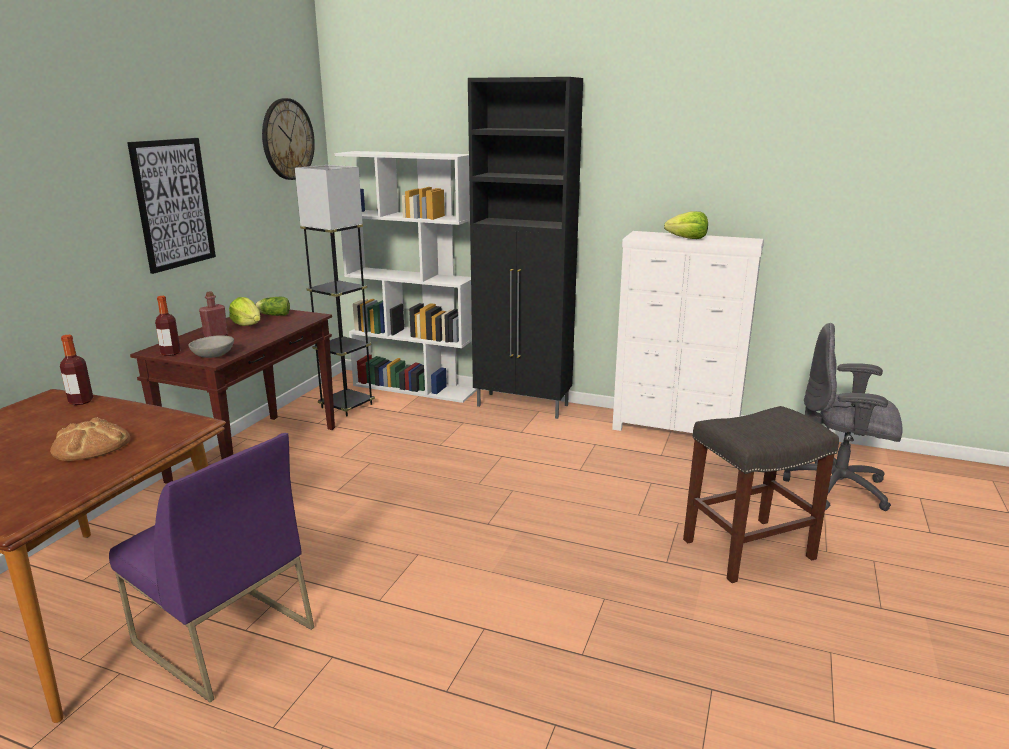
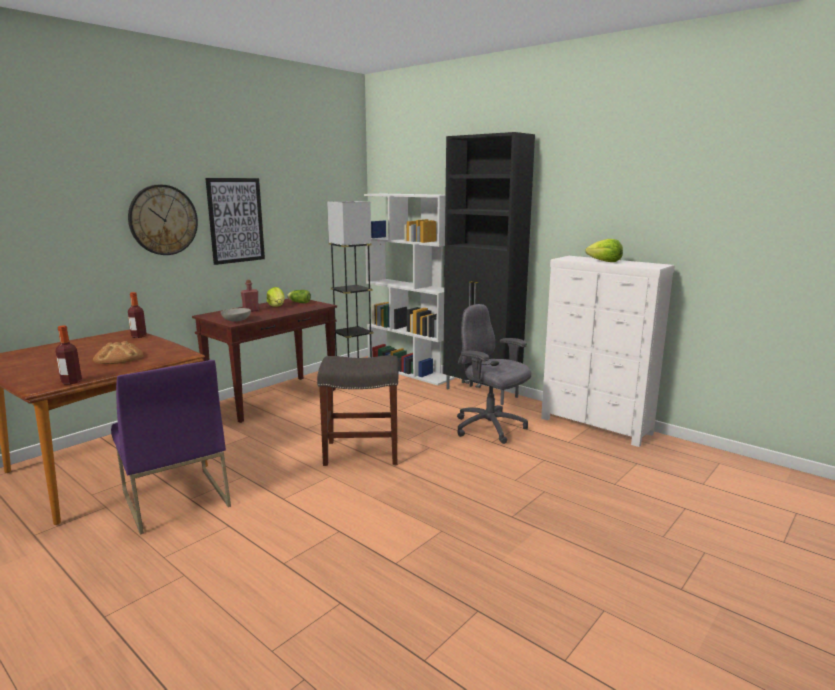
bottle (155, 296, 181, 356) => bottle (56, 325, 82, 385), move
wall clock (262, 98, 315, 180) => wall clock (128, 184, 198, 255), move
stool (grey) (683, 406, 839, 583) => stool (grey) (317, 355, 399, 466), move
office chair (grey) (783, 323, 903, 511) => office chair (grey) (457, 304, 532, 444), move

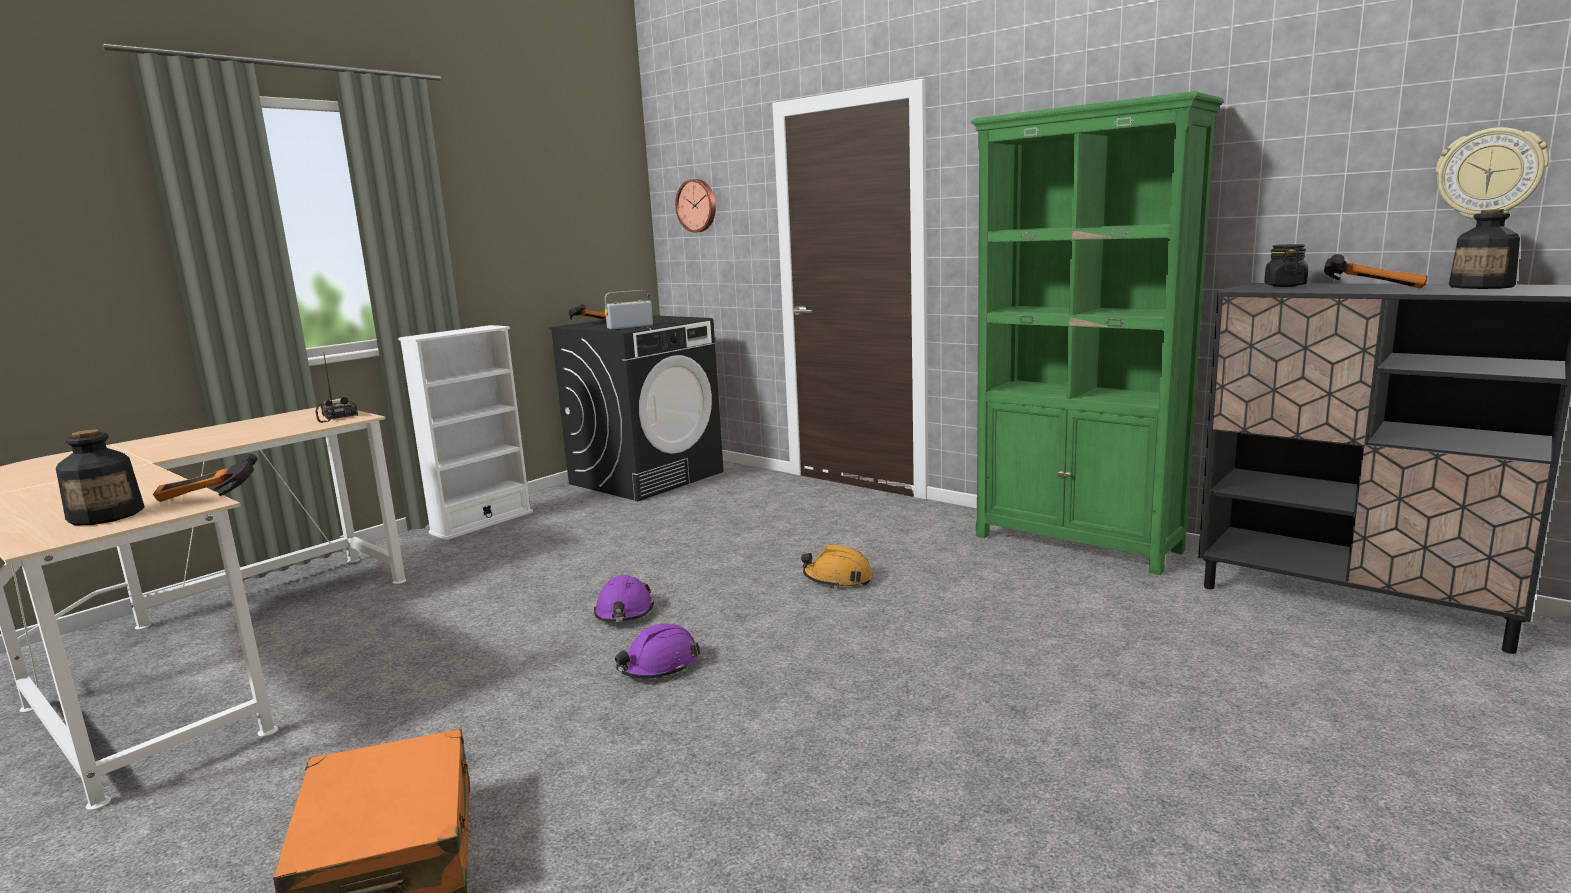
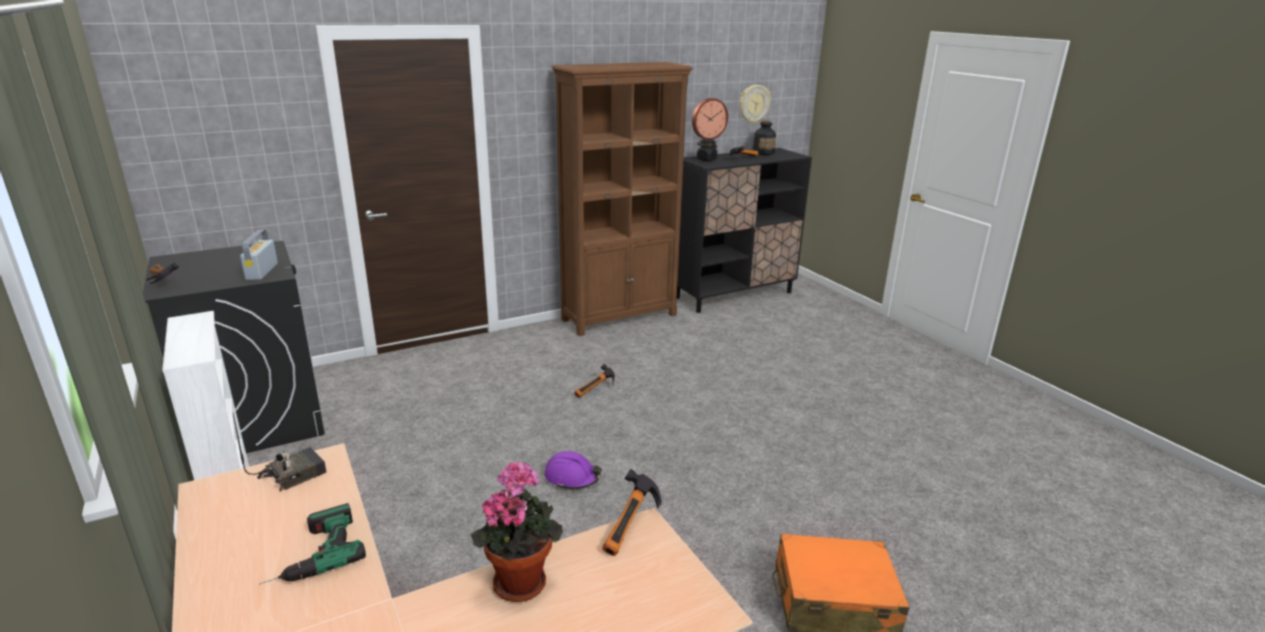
radio (316, 352, 359, 423) => radio (233, 413, 326, 491), 150 degrees clockwise
nothing => power drill (259, 503, 366, 585)
nothing => potted plant (471, 462, 563, 602)
bookcase (green) (971, 91, 1224, 575) => bookcase (brown) (552, 62, 693, 336)
hard hat (orange) (801, 545, 873, 588) => hammer (574, 364, 615, 398)
wall clock (675, 179, 716, 232) => wall clock (692, 98, 728, 139), move
bottle (56, 429, 145, 526) => nothing
hard hat (purple) (615, 624, 700, 678) => nothing

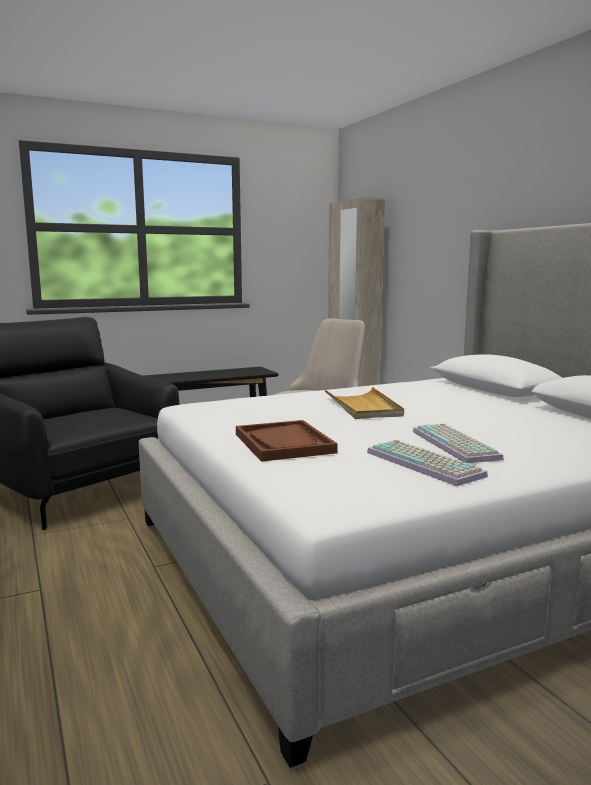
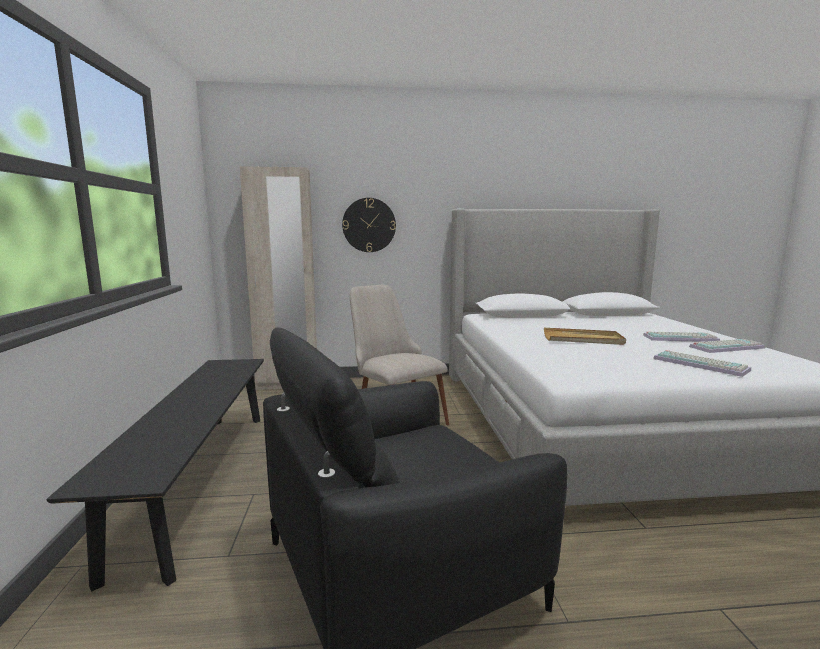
nothing => wall clock (342, 198, 396, 252)
tray (brown) (236, 420, 338, 462) => keyboard (653, 350, 751, 377)

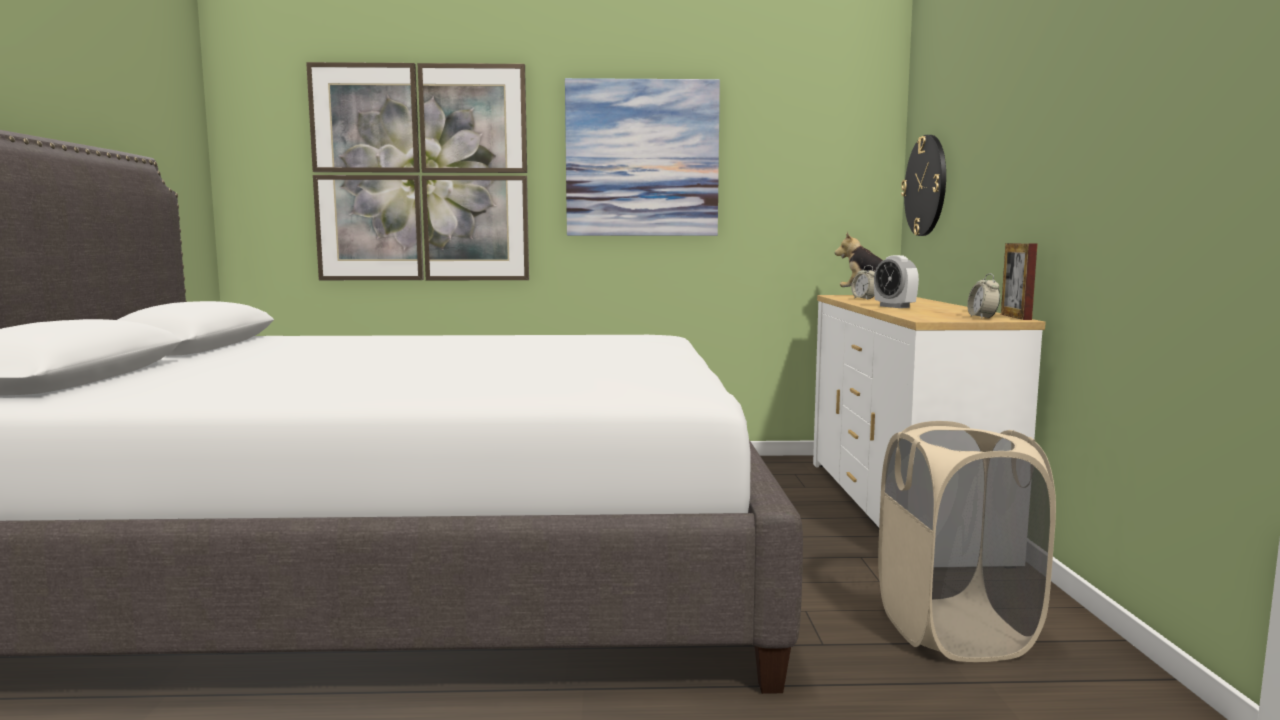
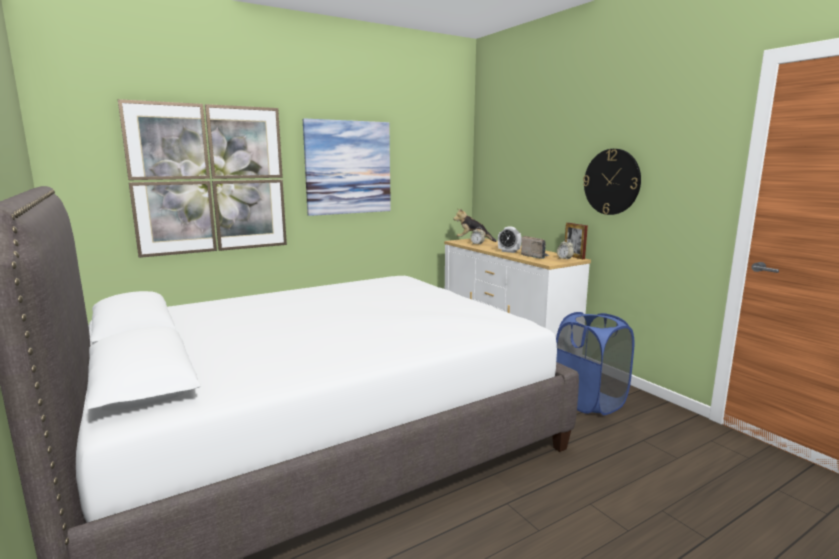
nothing => radio (521, 236, 549, 259)
laundry basket (beige) (878, 421, 1056, 662) => laundry basket (blue) (556, 312, 634, 415)
wall clock (901, 135, 946, 236) => wall clock (583, 149, 641, 215), move

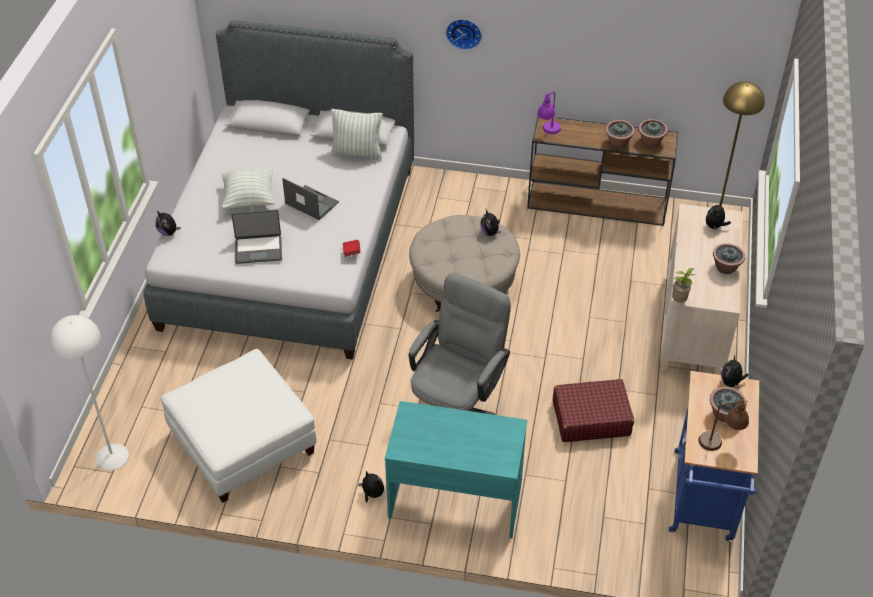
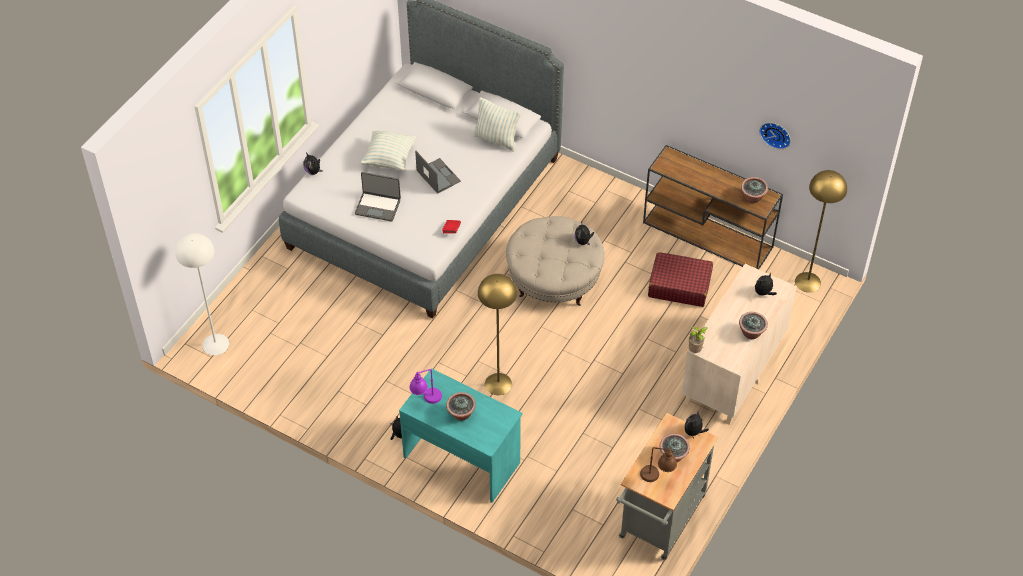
table lamp (purple) (537, 92, 561, 134) => table lamp (purple) (409, 369, 442, 404), move
potted plant (606, 120, 635, 148) => potted plant (446, 392, 476, 421), move
office chair (grey) (409, 273, 511, 415) => floor lamp (yellow) (478, 274, 517, 395)
cart (blue) (669, 371, 759, 542) => cart (grey) (616, 413, 718, 560)
suitcase (red) (553, 379, 634, 442) => suitcase (red) (648, 252, 713, 307), move
wall clock (446, 19, 482, 50) => wall clock (759, 123, 791, 149), move
ottoman (white) (161, 349, 317, 503) => nothing

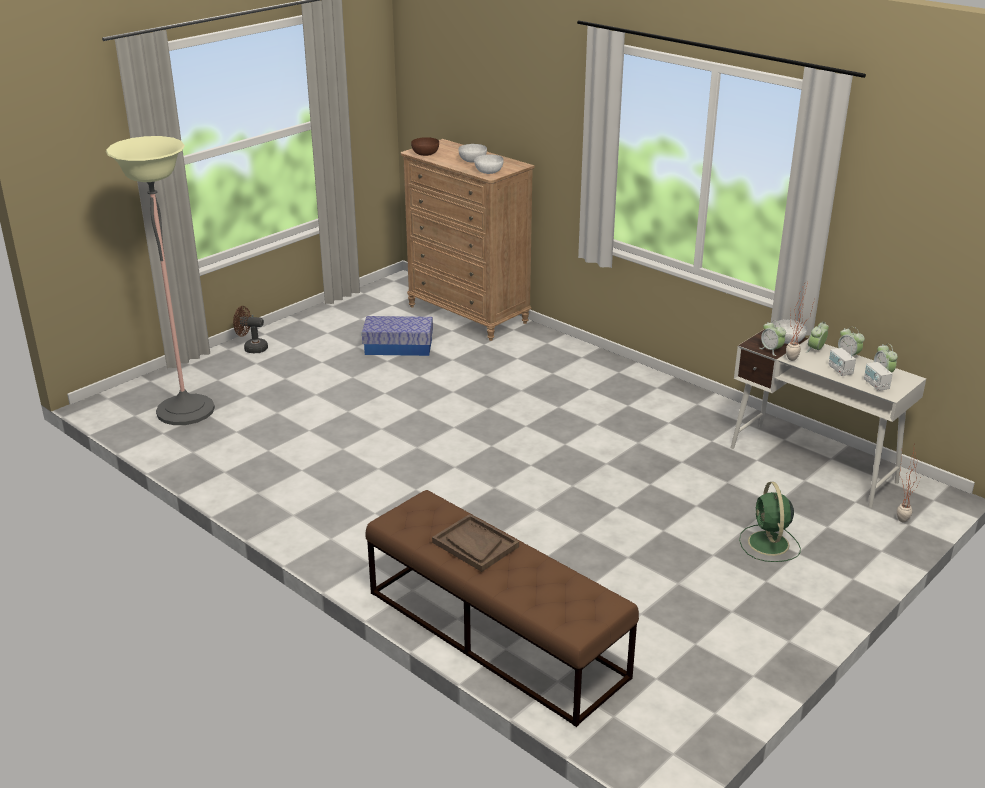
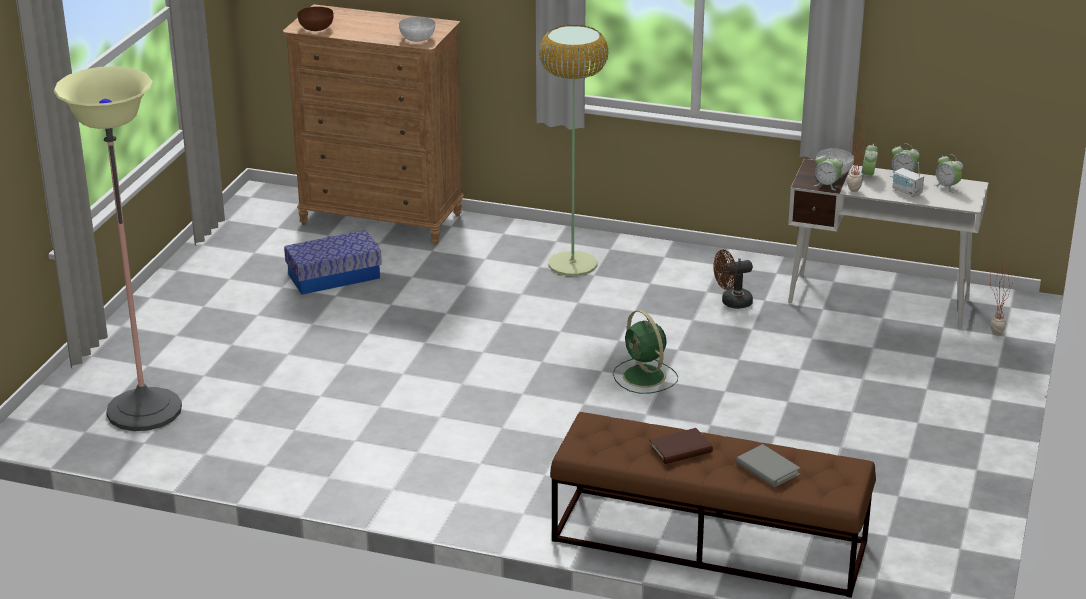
nothing => floor lamp (539, 25, 609, 276)
fan (green) (739, 482, 801, 562) => fan (green) (613, 310, 678, 394), move
tray (brown) (432, 514, 519, 572) => book (brown) (649, 428, 713, 464)
fan (brown) (233, 306, 268, 353) => fan (brown) (713, 250, 753, 309), move
nothing => book (grey) (736, 444, 800, 487)
bowl (white) (458, 144, 487, 163) => nothing
radio (864, 359, 893, 391) => nothing

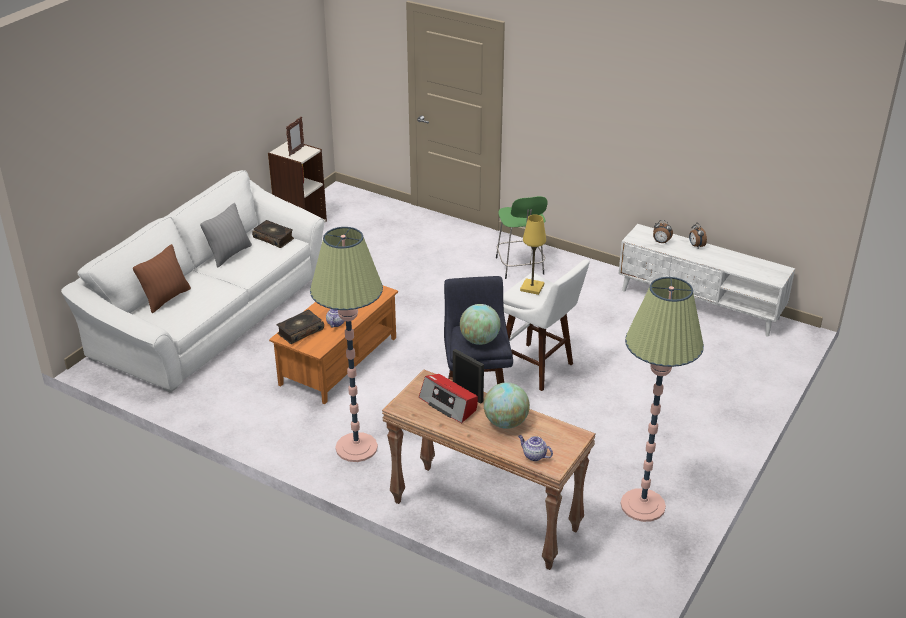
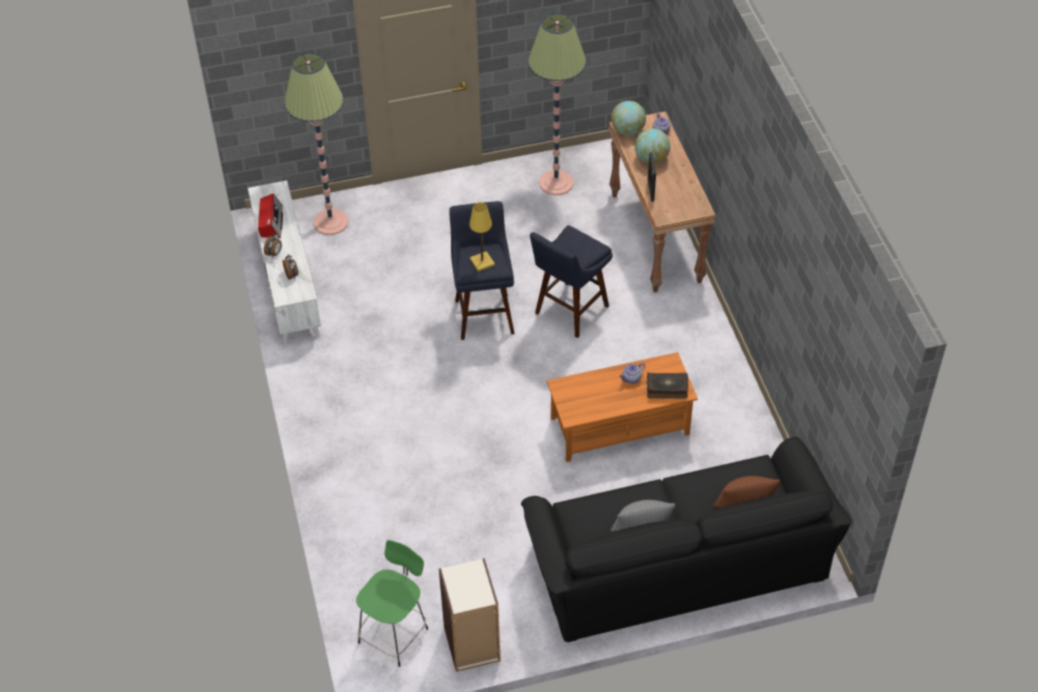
radio (419, 374, 478, 423) => radio (258, 193, 283, 238), move
floor lamp (310, 227, 383, 462) => floor lamp (284, 52, 349, 235), move
stool (green) (496, 196, 548, 279) => stool (green) (356, 540, 428, 667), move
stool (white) (503, 259, 590, 391) => stool (blue) (449, 201, 515, 340)
sofa (white) (61, 170, 324, 393) => sofa (black) (521, 437, 852, 642)
globe (460, 304, 500, 345) => globe (611, 101, 646, 136), move
book (252, 220, 294, 248) => nothing
picture frame (286, 117, 304, 156) => nothing

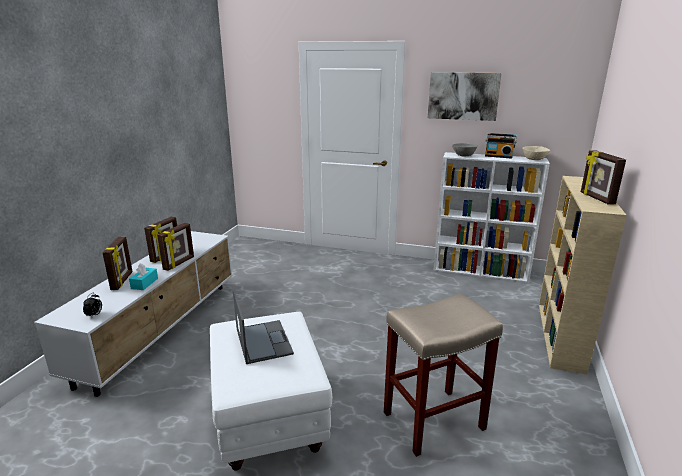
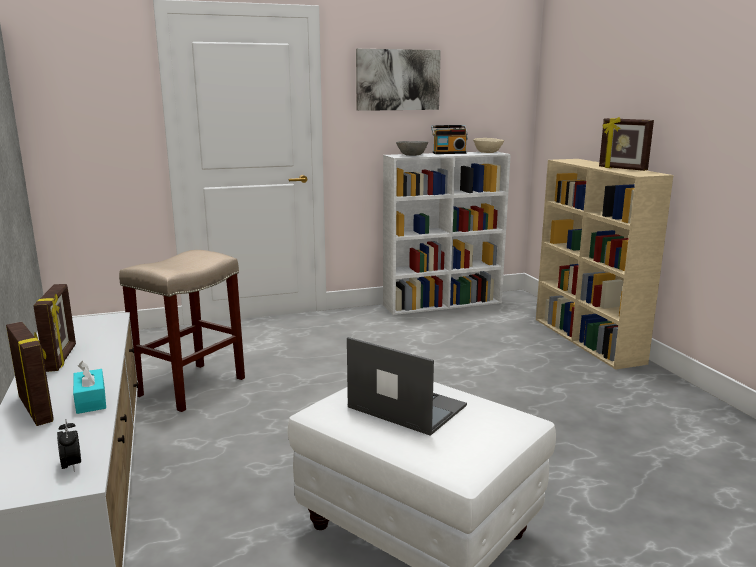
stool (beige) (384, 294, 503, 457) => stool (beige) (119, 250, 245, 412), move
picture frame (157, 223, 194, 271) => nothing

